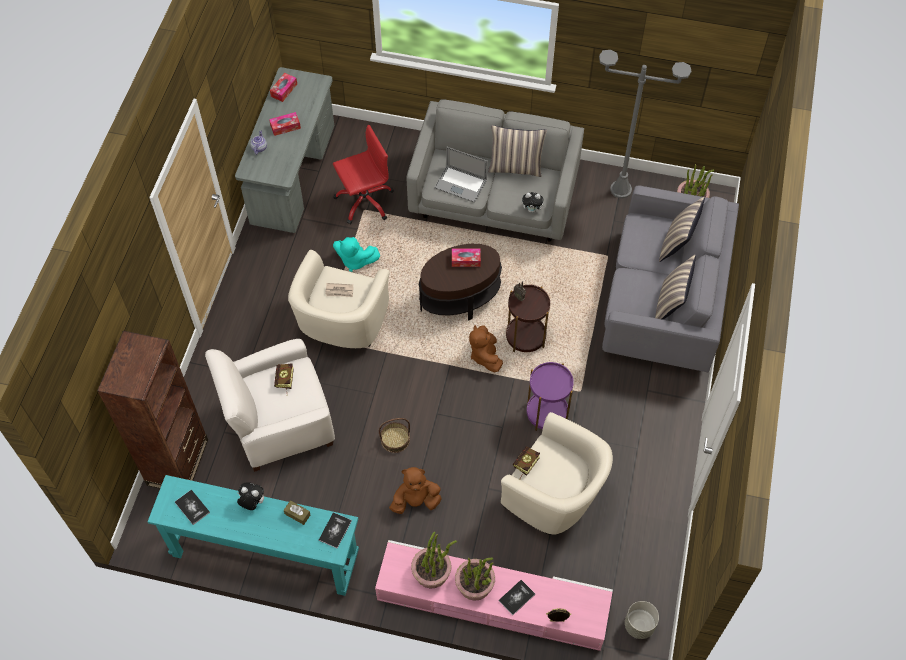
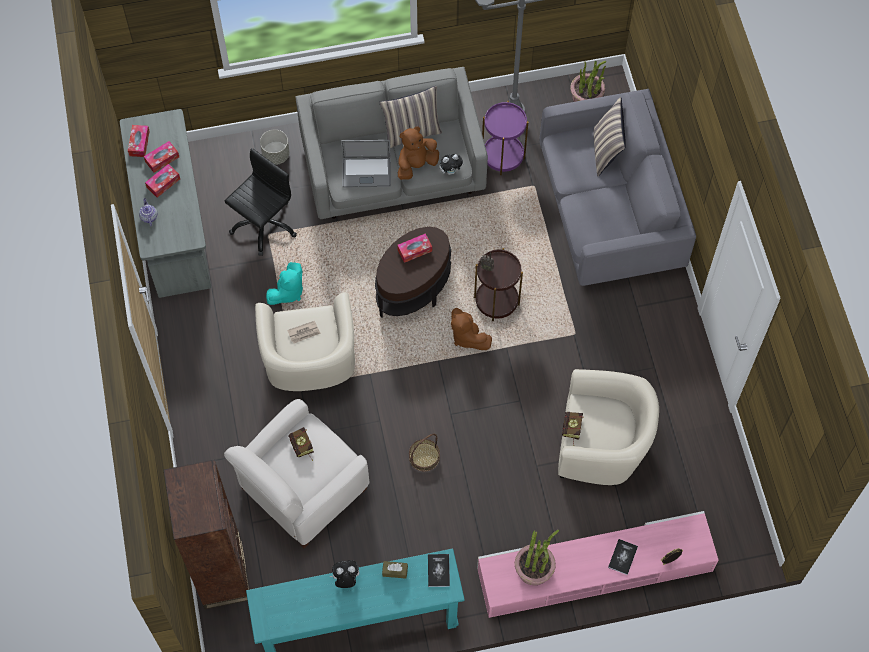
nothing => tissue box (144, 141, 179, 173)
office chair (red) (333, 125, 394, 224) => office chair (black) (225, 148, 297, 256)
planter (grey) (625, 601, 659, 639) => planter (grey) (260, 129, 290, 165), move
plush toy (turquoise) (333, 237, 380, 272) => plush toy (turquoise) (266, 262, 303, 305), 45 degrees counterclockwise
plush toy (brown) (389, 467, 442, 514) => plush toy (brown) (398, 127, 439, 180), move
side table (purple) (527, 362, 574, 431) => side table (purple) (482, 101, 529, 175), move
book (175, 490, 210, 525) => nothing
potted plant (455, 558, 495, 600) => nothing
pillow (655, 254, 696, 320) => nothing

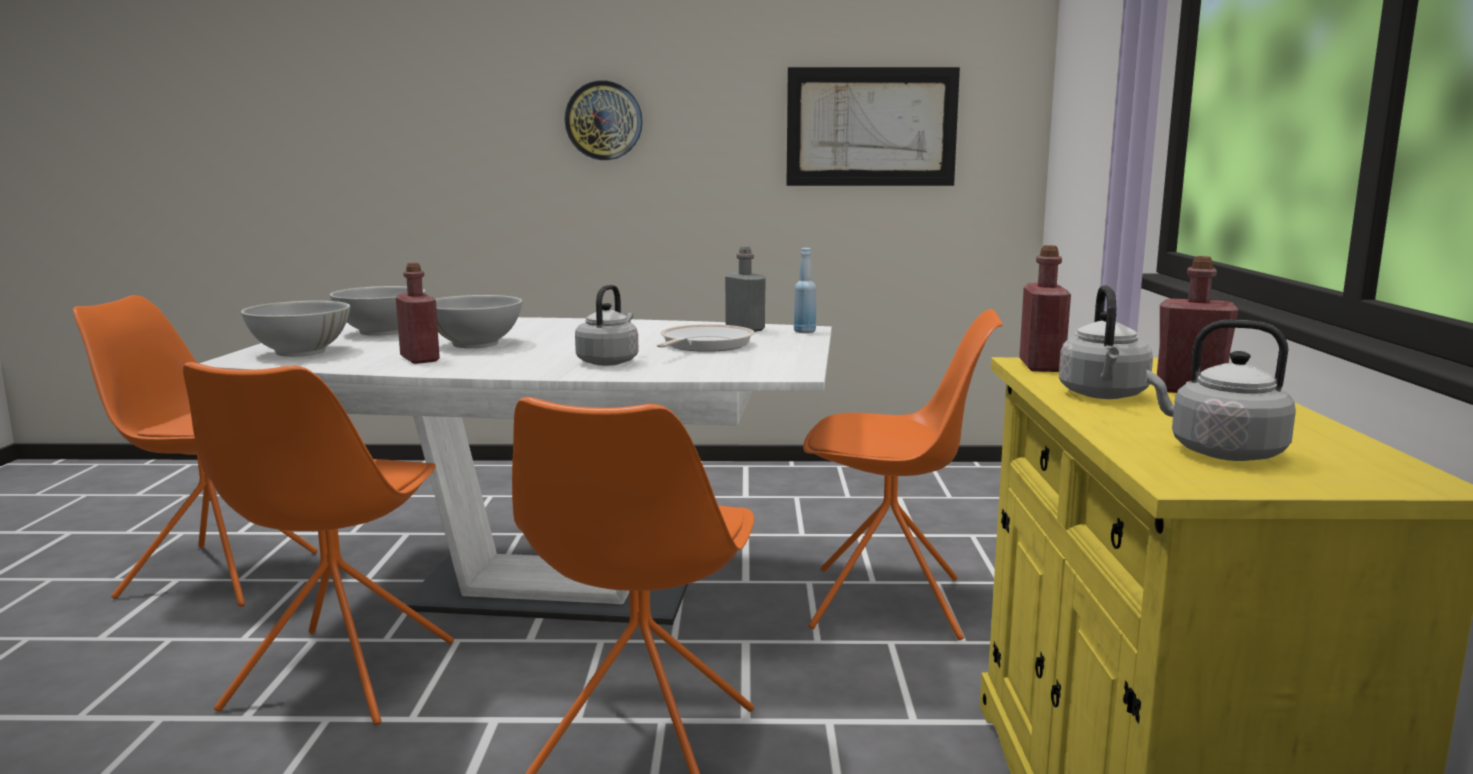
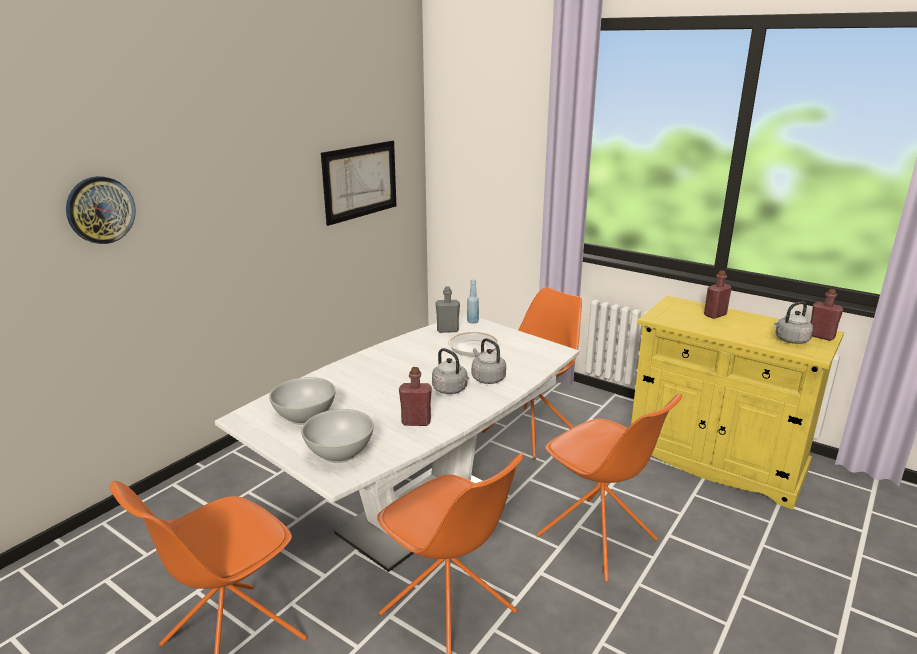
wall clock (565, 80, 643, 160) => wall clock (66, 176, 136, 244), move
kettle (grey) (1059, 285, 1153, 399) => kettle (grey) (432, 348, 469, 394), move
bottle (red) (1019, 245, 1071, 372) => bottle (red) (810, 289, 843, 341), move
bowl (white) (435, 295, 522, 348) => nothing

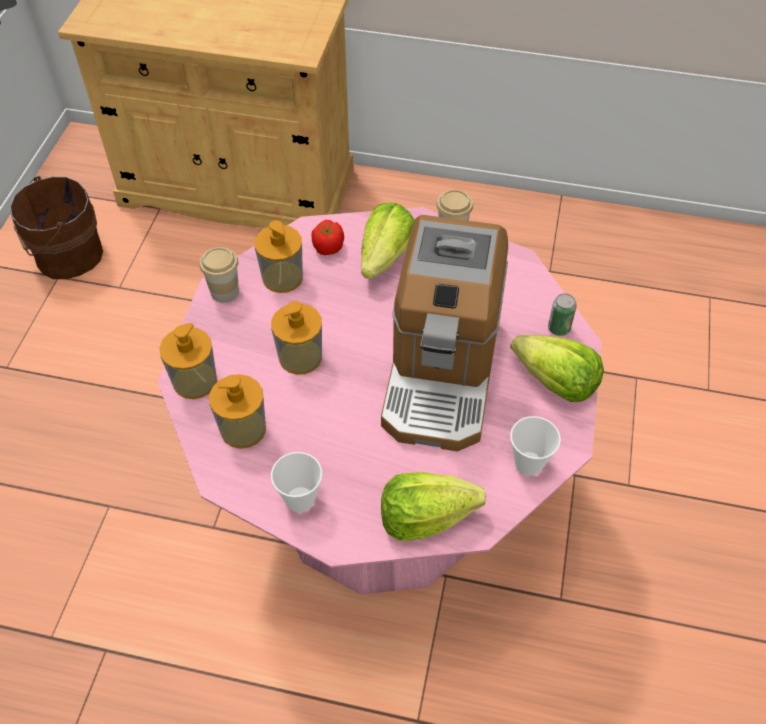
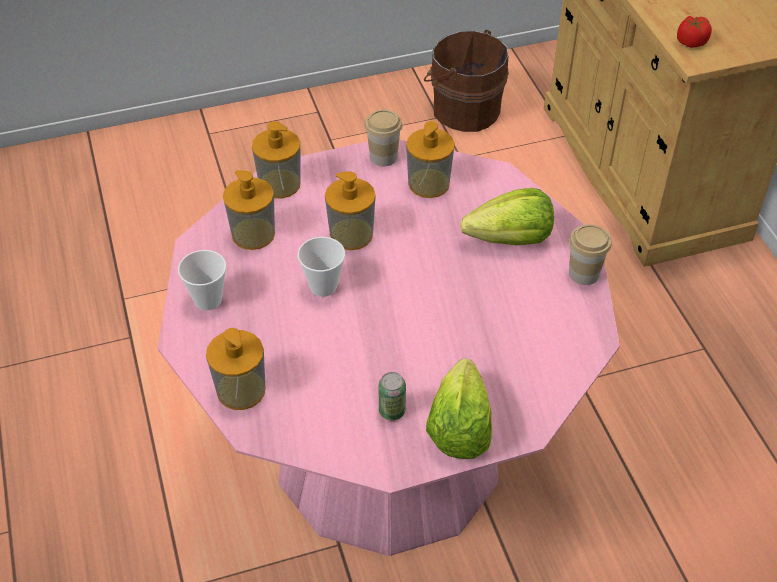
lettuce (381, 472, 486, 541) => soap dispenser (206, 328, 265, 410)
cup (510, 416, 561, 476) => cup (297, 237, 345, 297), move
can (548, 293, 577, 336) => can (378, 372, 406, 420), move
tomato (312, 220, 344, 256) => tomato (677, 16, 712, 48), move
coffee machine (381, 215, 508, 452) => nothing

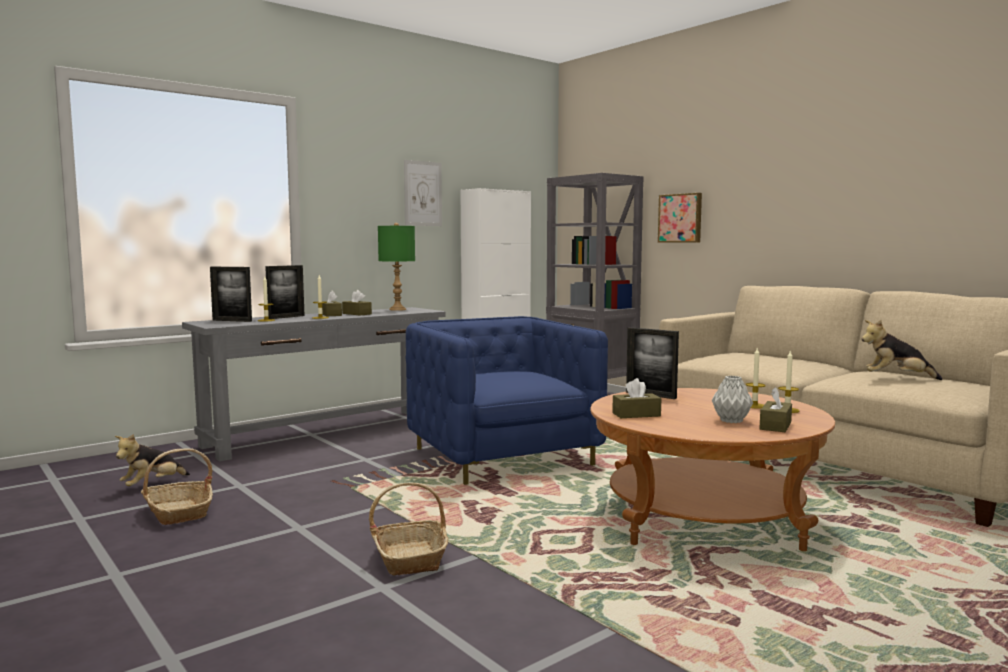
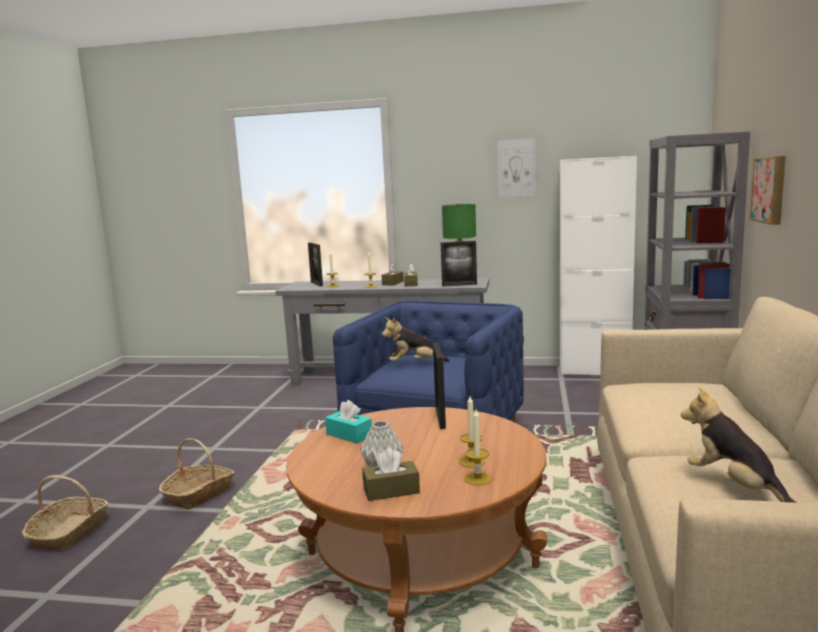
basket (141, 449, 213, 525) => basket (22, 475, 109, 550), move
tissue box (brown) (612, 378, 661, 418) => tissue box (turquoise) (325, 400, 372, 443)
plush toy (115, 434, 190, 486) => plush toy (382, 317, 450, 362), move
picture frame (265, 265, 304, 319) => picture frame (441, 241, 477, 287), move

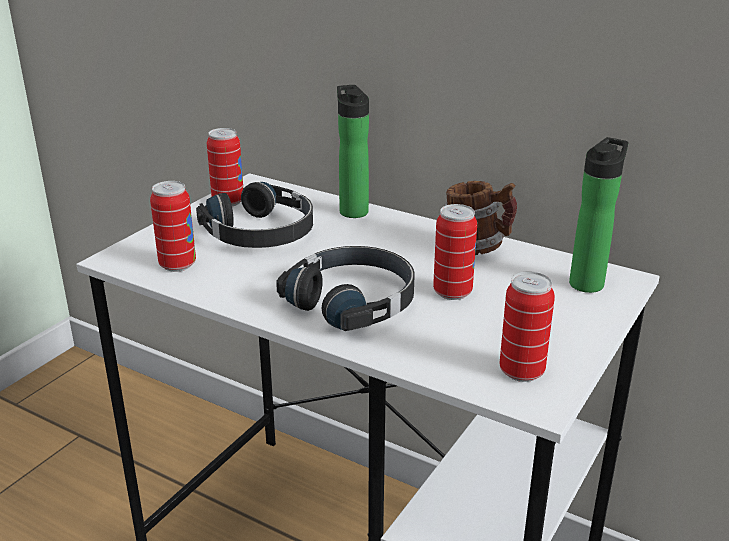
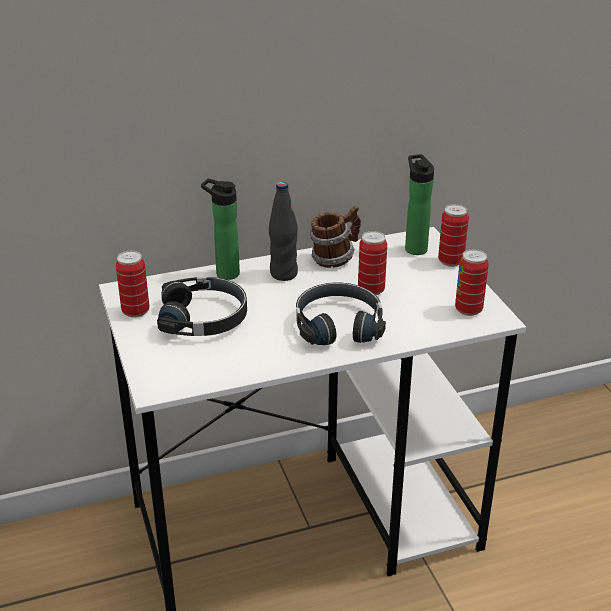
nothing => bottle (black) (269, 182, 298, 281)
can (150, 181, 196, 272) => can (438, 204, 469, 267), move

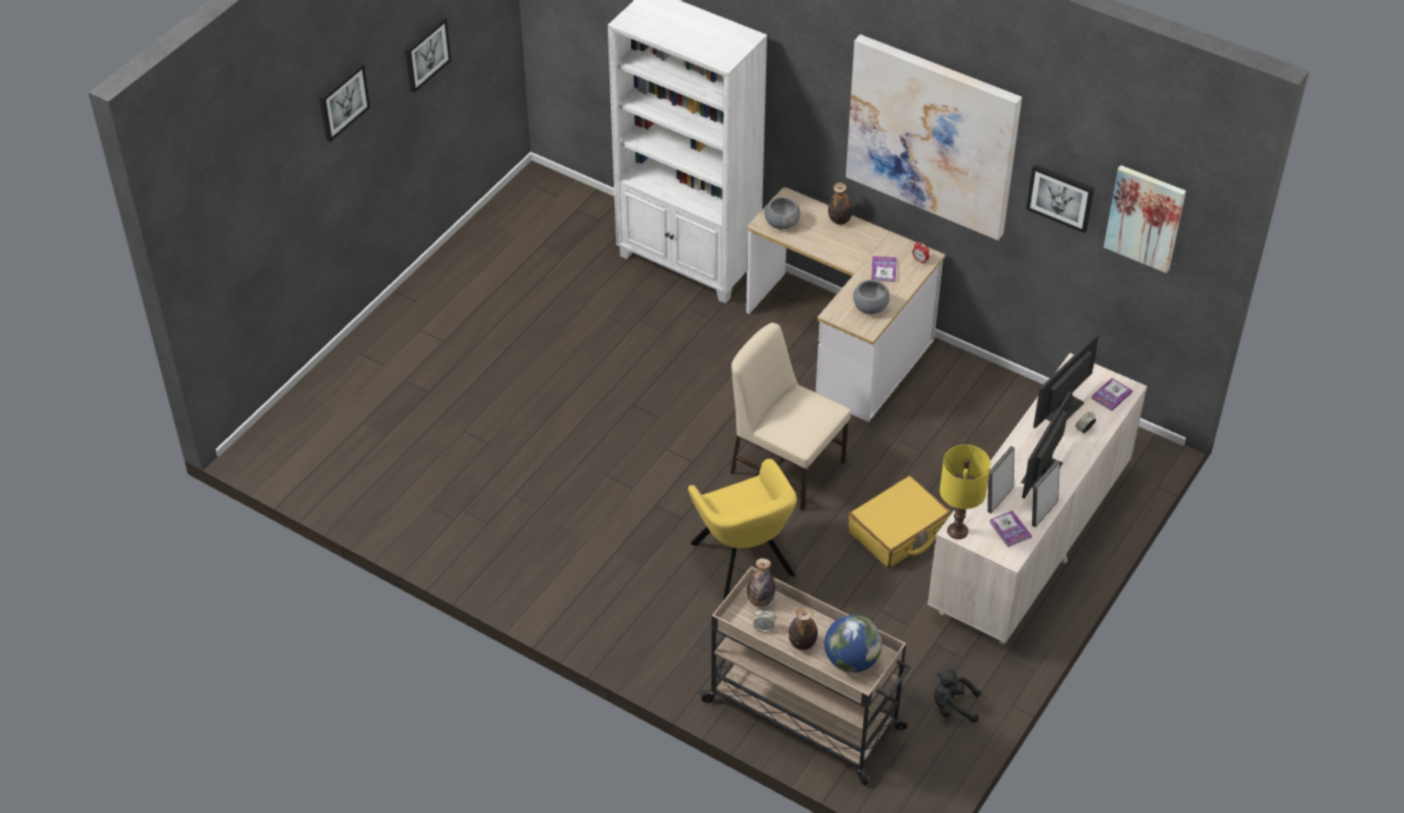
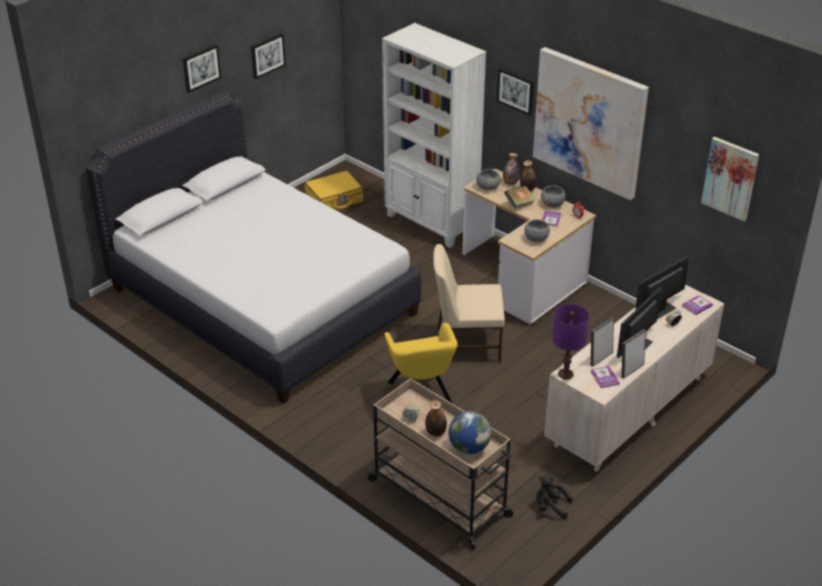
nothing => bed (white) (86, 90, 421, 404)
suitcase (yellow) (848, 475, 951, 568) => suitcase (yellow) (304, 171, 364, 210), move
chair (beige) (731, 323, 851, 511) => chair (beige) (433, 244, 505, 363), 45 degrees counterclockwise
picture (1026, 165, 1094, 233) => picture (497, 68, 534, 116), move
bottle (747, 558, 776, 607) => bottle (503, 153, 520, 185), move
nothing => book (504, 186, 535, 208)
nothing => bowl (grey) (541, 185, 566, 207)
table lamp (yellow) (940, 445, 991, 539) => table lamp (purple) (552, 304, 589, 380)

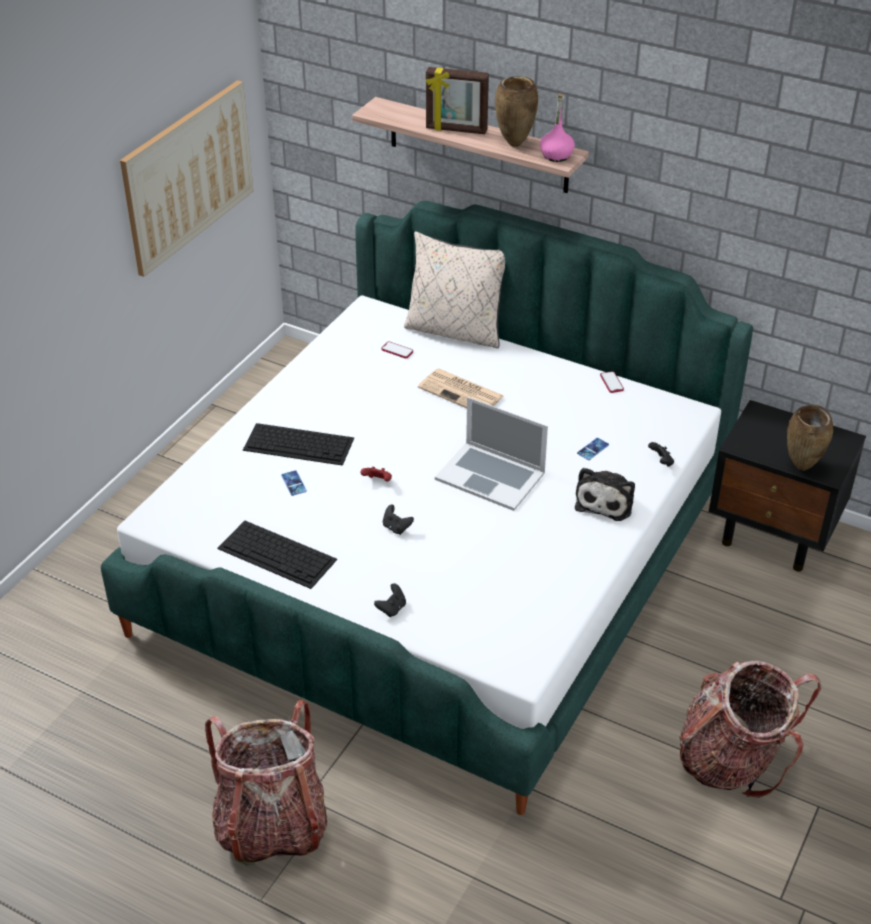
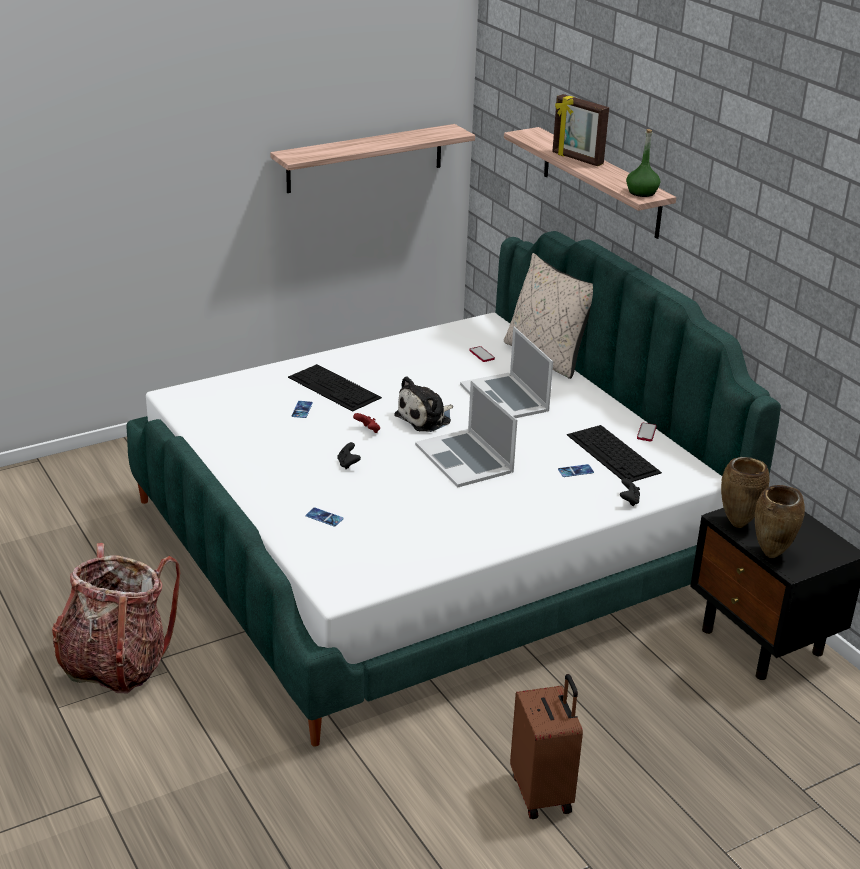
picture (120, 80, 253, 277) => shelf (270, 124, 475, 193)
nothing => phone (306, 508, 344, 527)
plush toy (575, 468, 635, 521) => plush toy (394, 376, 453, 432), move
newspaper (418, 368, 504, 408) => laptop (460, 326, 553, 418)
backpack (679, 661, 821, 798) => suitcase (brown) (510, 674, 583, 819)
keyboard (218, 521, 337, 589) => keyboard (567, 425, 662, 482), move
bottle (pink) (540, 93, 575, 162) => bottle (green) (626, 129, 661, 197)
vase (brown) (495, 76, 538, 147) => vase (brown) (721, 457, 770, 528), move
game controller (black) (374, 583, 406, 617) => nothing

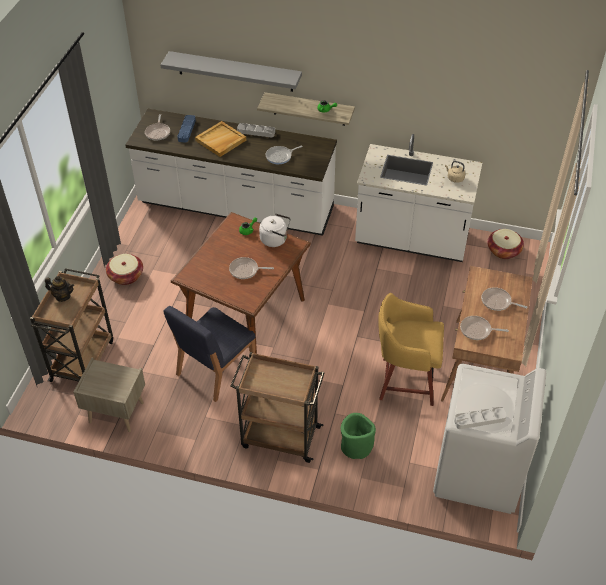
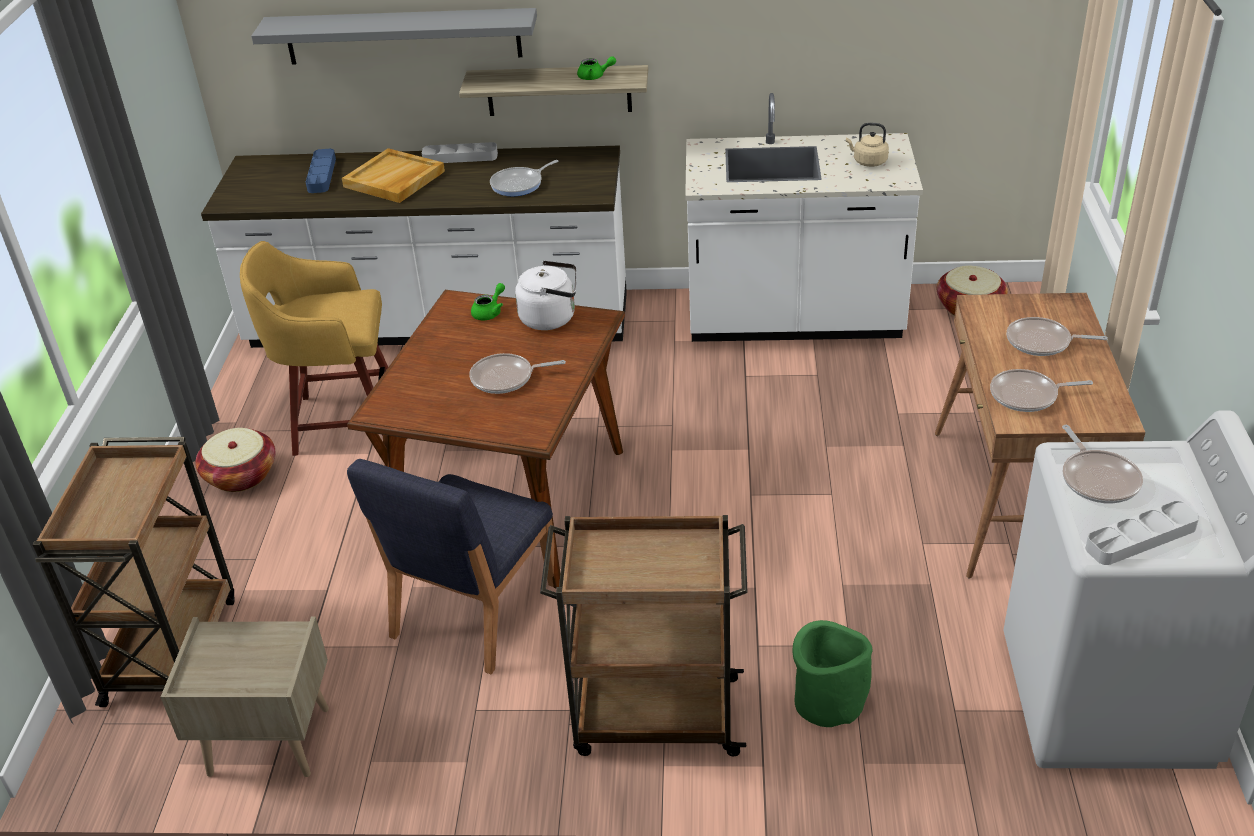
stool (yellow) (378, 293, 444, 406) => stool (yellow) (240, 241, 388, 456), move
frying pan (145, 114, 170, 140) => frying pan (1062, 425, 1143, 504), move
teapot (45, 276, 74, 302) => nothing

